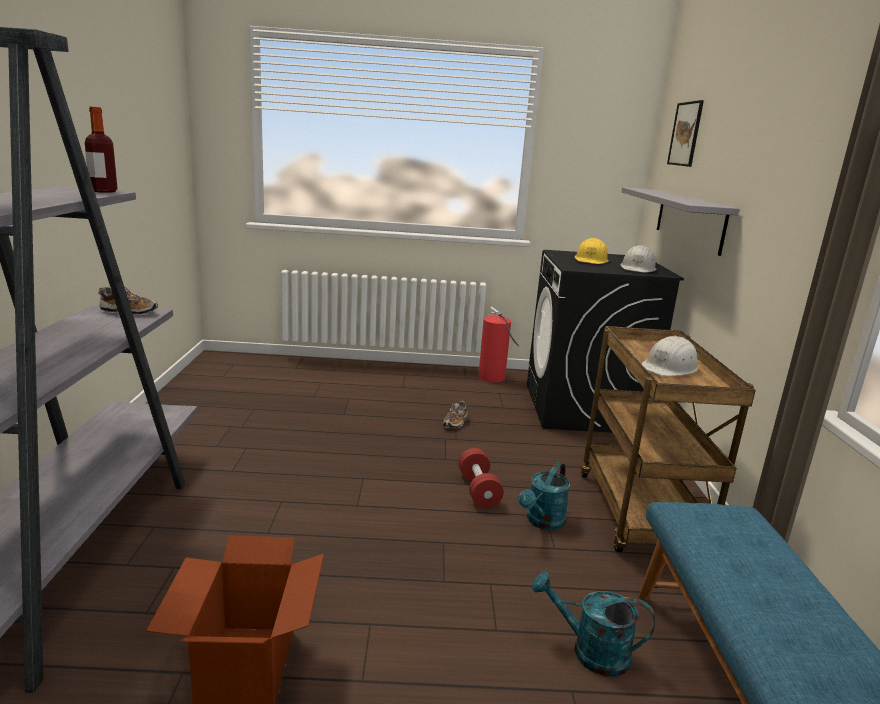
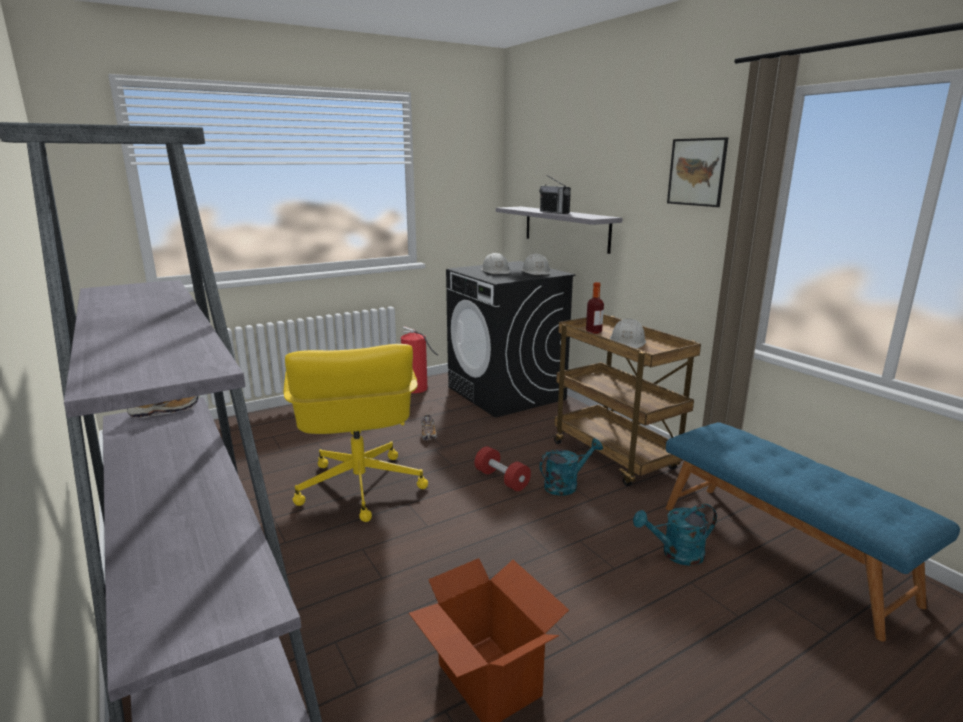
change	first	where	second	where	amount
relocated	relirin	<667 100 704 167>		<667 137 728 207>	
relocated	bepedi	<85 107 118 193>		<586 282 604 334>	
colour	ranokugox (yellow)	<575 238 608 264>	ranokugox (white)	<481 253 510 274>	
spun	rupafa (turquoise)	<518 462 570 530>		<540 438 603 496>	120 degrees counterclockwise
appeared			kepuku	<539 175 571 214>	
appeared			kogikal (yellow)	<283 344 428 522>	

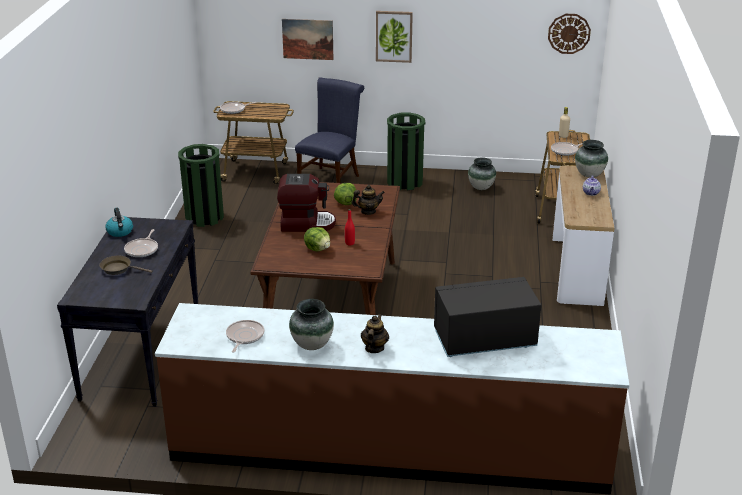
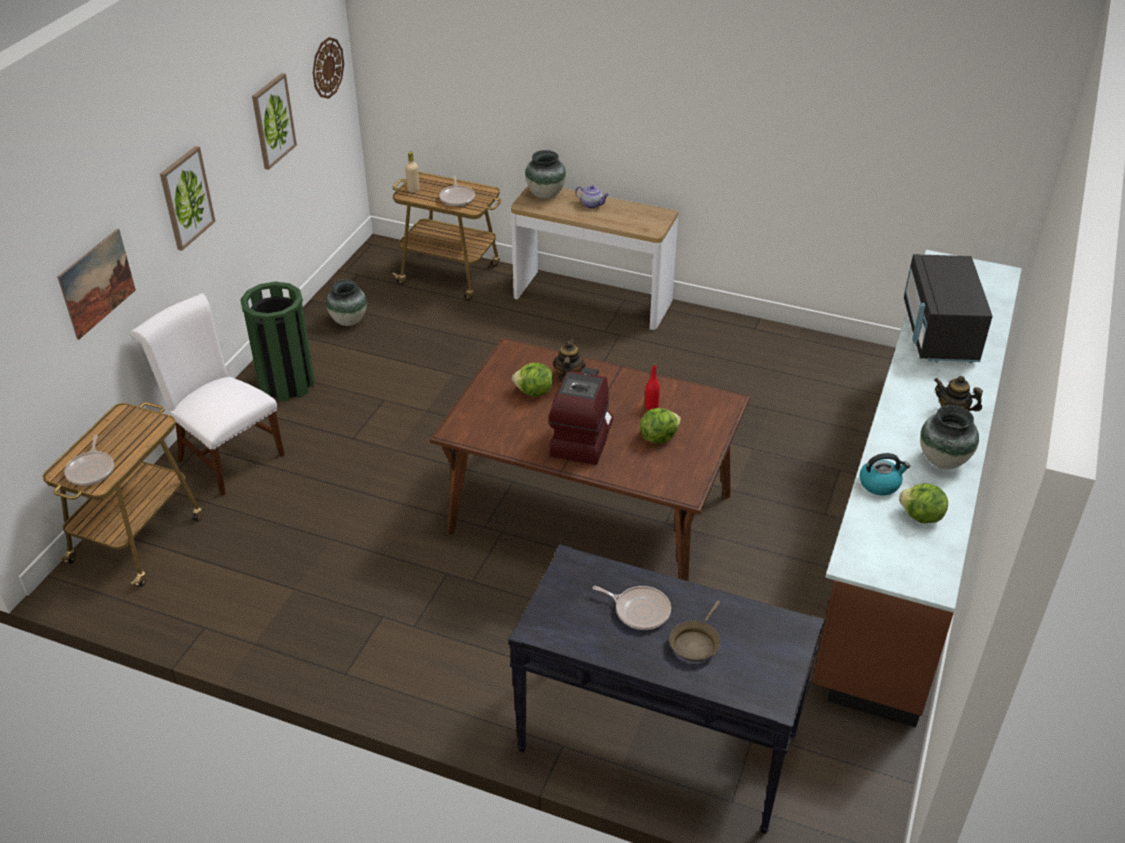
change	first	where	second	where	amount
colour	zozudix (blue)	<295 77 364 183>	zozudix (white)	<130 293 285 496>	
missing	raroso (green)	<178 144 224 227>			
relocated	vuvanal	<106 208 133 237>		<859 453 910 496>	
exchanged	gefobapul	<226 320 264 353>	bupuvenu	<899 483 948 523>	
appeared			relirin	<252 73 297 170>	

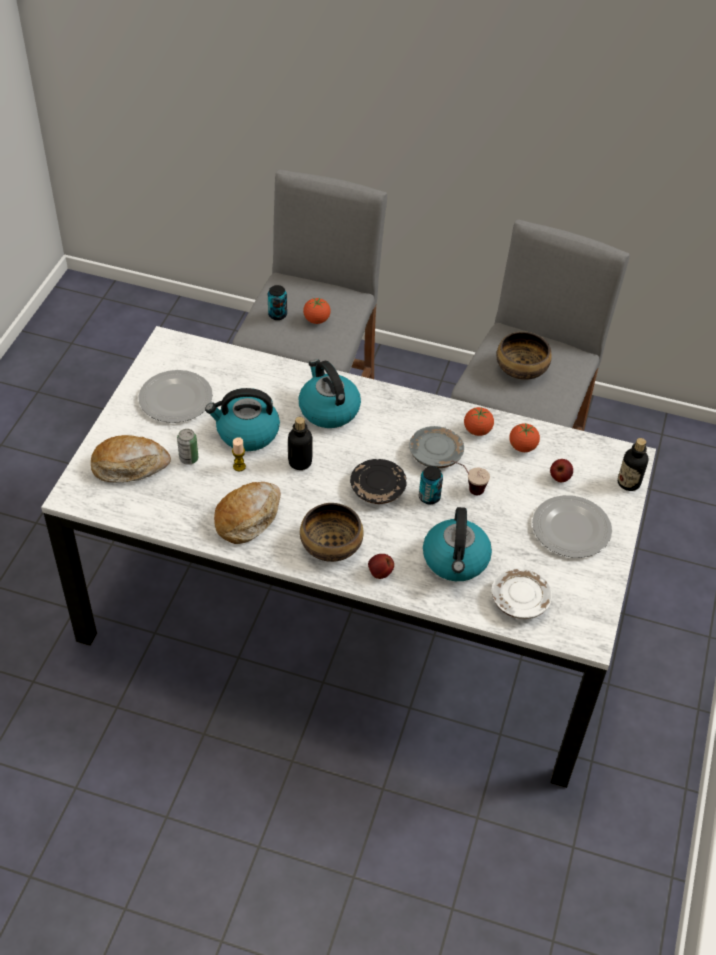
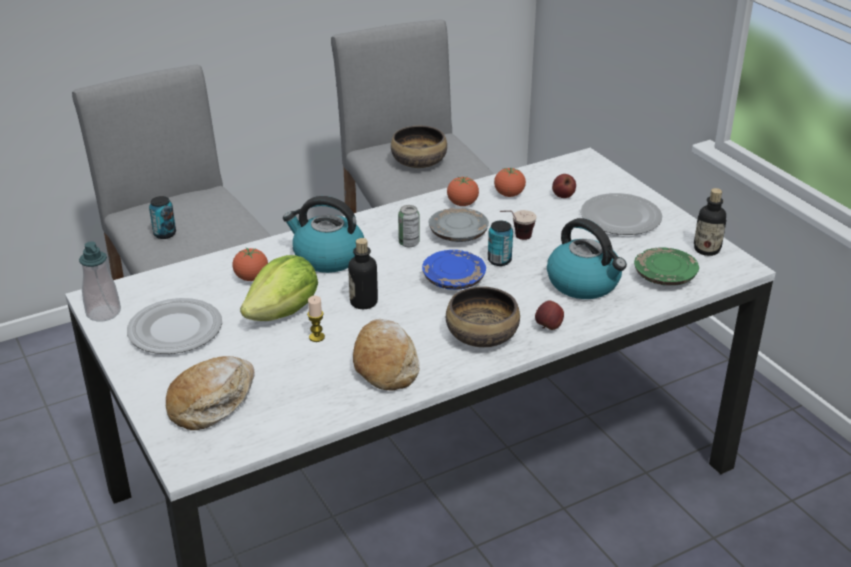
change	first	where	second	where	amount
relocated	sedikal	<303 298 331 324>		<232 248 268 281>	
exchanged	vuvanal	<205 388 280 451>	bupuvenu	<240 255 318 321>	
relocated	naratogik	<177 429 198 465>		<398 205 420 247>	
relocated	bepedi	<618 438 649 491>		<694 188 727 256>	
colour	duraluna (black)	<350 459 407 504>	duraluna (blue)	<422 250 486 290>	
colour	duraluna (white)	<491 569 552 619>	duraluna (green)	<634 247 699 286>	
appeared			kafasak	<79 241 121 321>	

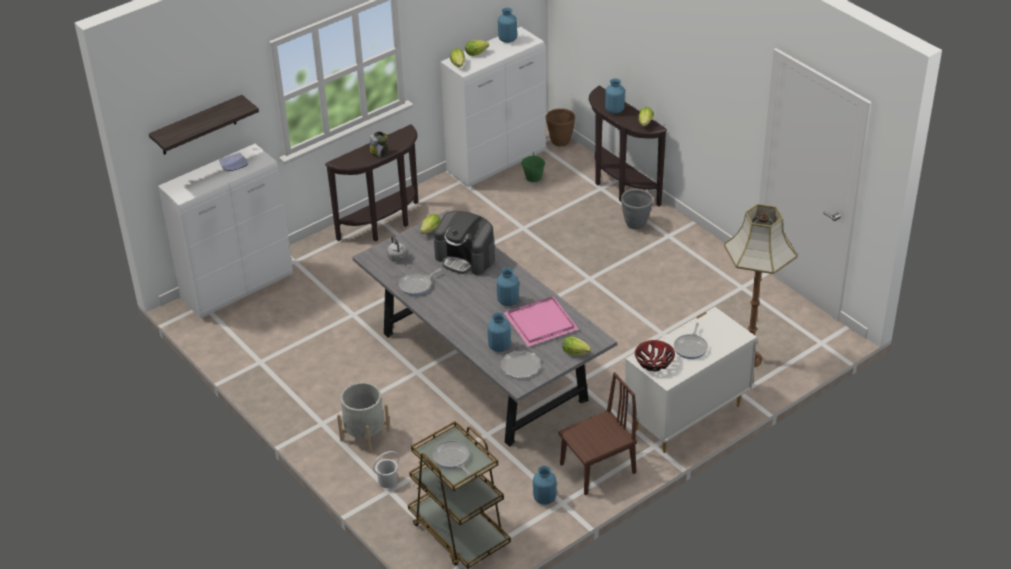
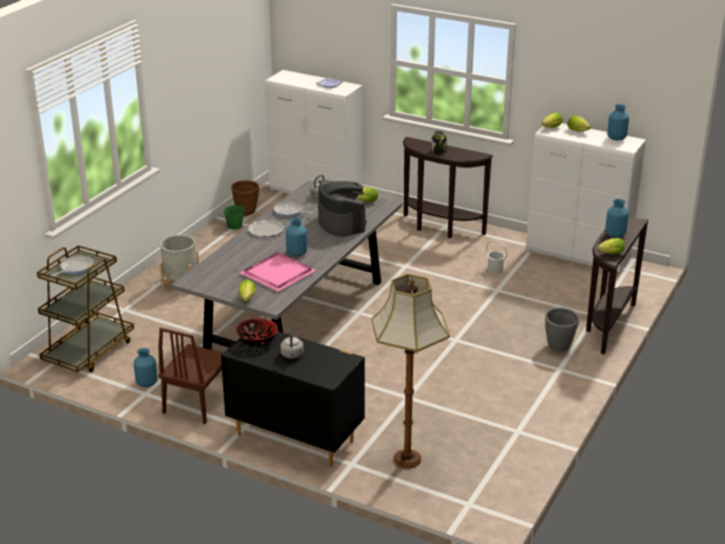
change	first	where	second	where	amount
missing	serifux	<149 95 259 155>			
relocated	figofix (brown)	<546 108 575 146>		<231 180 259 216>	
relocated	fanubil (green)	<521 152 545 182>		<224 199 244 230>	
spun	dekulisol	<434 211 495 275>		<318 180 367 237>	150 degrees clockwise
colour	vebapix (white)	<624 307 757 453>	vebapix (black)	<221 325 365 467>	
missing	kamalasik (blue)	<487 312 511 352>			
exchanged	gefobapul	<674 323 708 359>	vuvanal (grey)	<281 328 304 359>	
relocated	duraluna	<501 350 541 378>		<248 220 284 237>	
spun	zozudix (brown)	<558 372 637 495>		<158 327 223 424>	75 degrees clockwise
relocated	fanubil (white)	<373 451 399 488>		<486 240 507 274>	

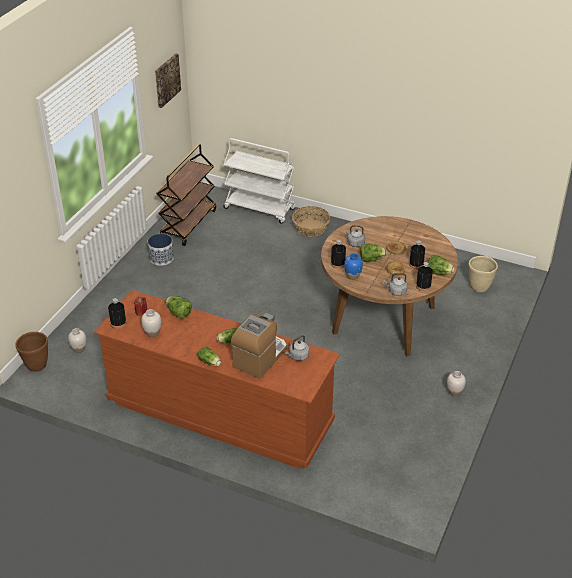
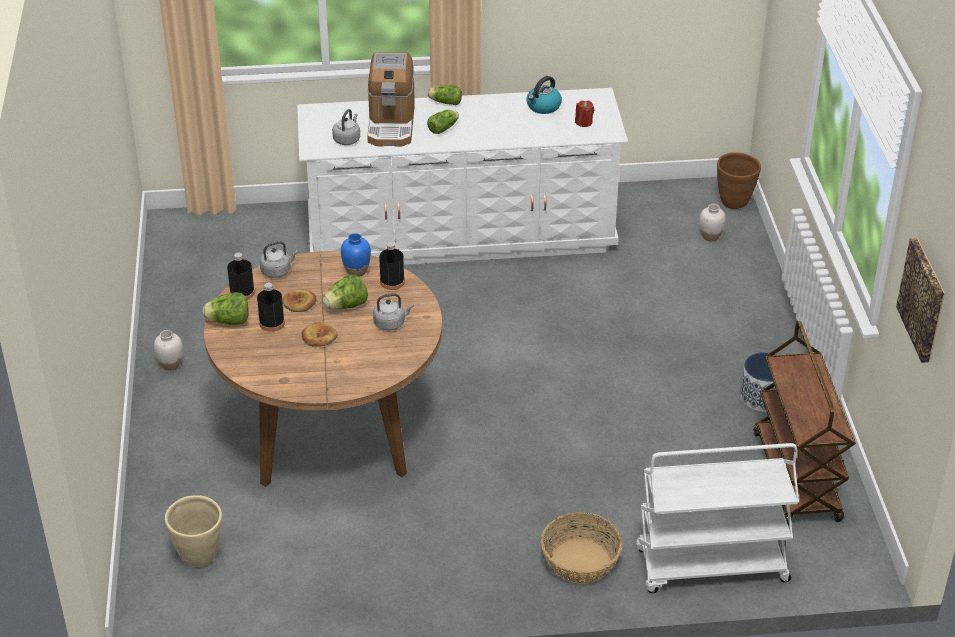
change	first	where	second	where	amount
colour	vebapix (brown)	<94 290 340 469>	vebapix (white)	<297 88 628 265>	
missing	bupuvenu	<166 296 192 319>			
missing	bepedi (black)	<108 298 127 329>			
exchanged	kamalasik (white)	<141 309 161 337>	vuvanal	<527 76 562 114>	

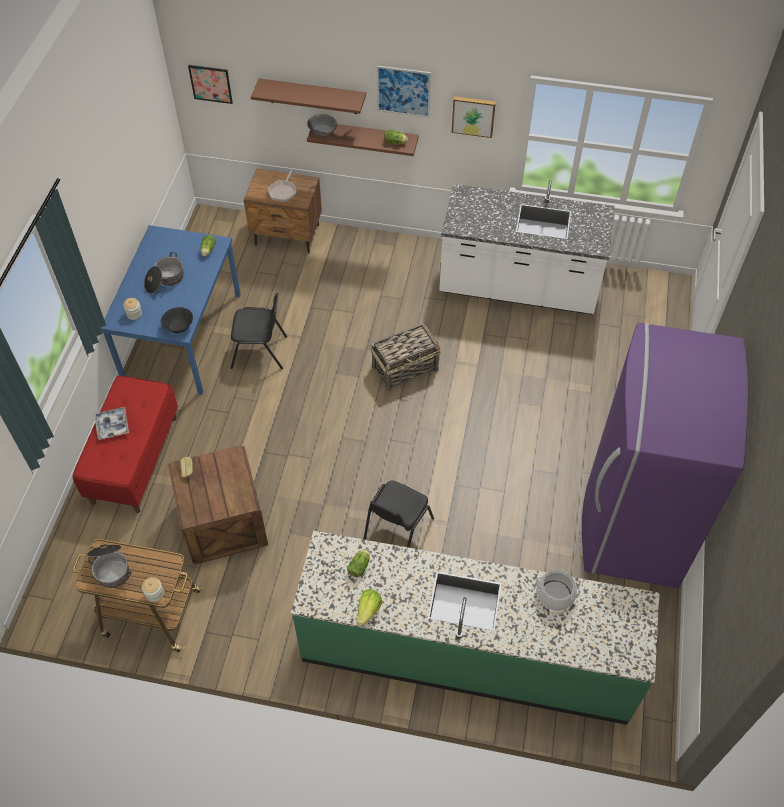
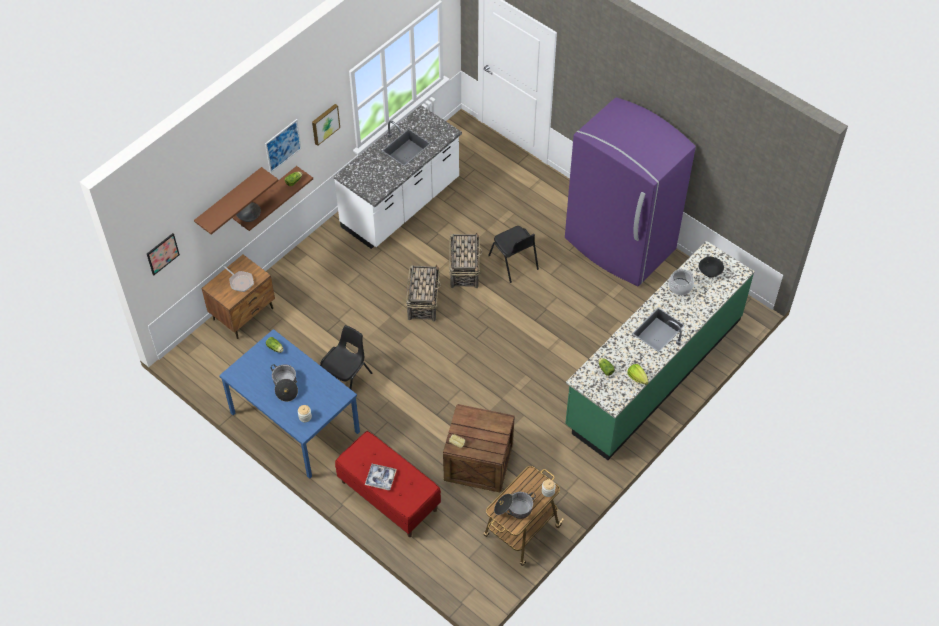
change	first	where	second	where	amount
relocated	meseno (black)	<161 307 193 333>		<699 257 724 277>	
relocated	zozudix (black)	<363 480 434 548>		<488 226 539 283>	
appeared			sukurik	<449 232 482 288>	

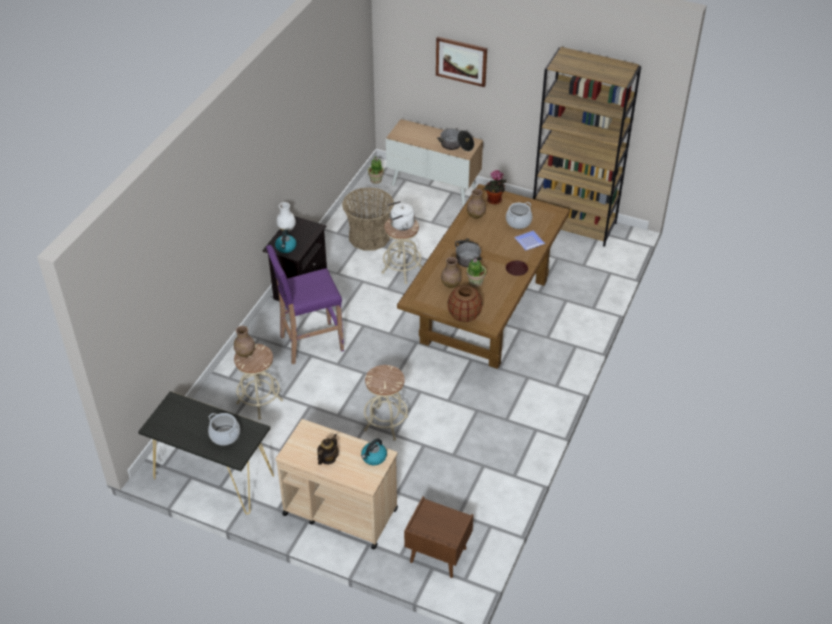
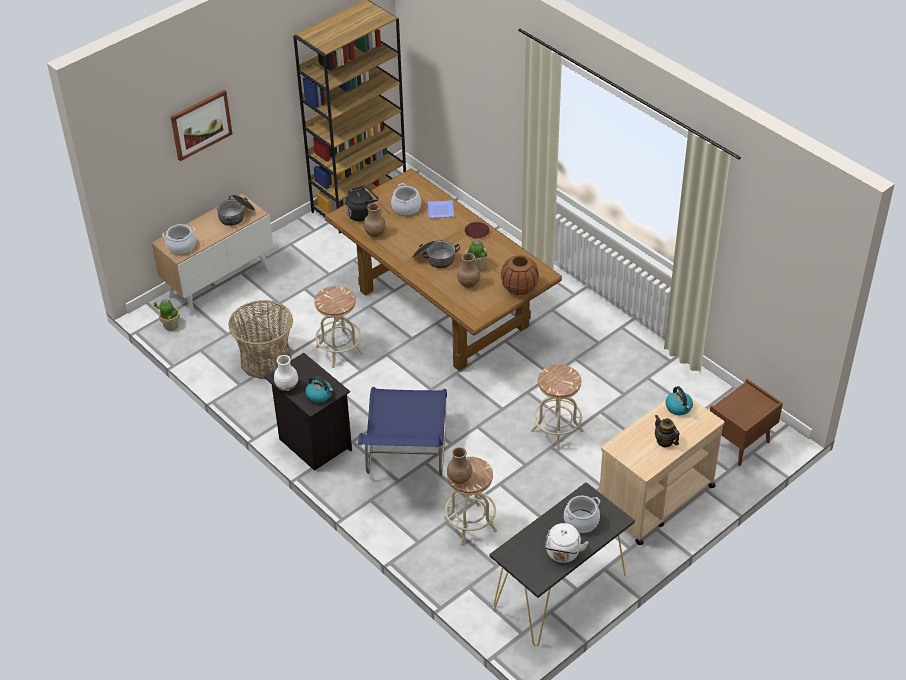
change	first	where	second	where	amount
exchanged	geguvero	<484 170 506 204>	vuvanal (black)	<346 186 379 221>	
relocated	vuvanal (white)	<387 201 415 231>		<545 523 588 563>	
exchanged	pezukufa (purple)	<266 245 344 364>	zozudix (blue)	<358 387 447 476>	
appeared			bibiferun	<162 224 196 254>	

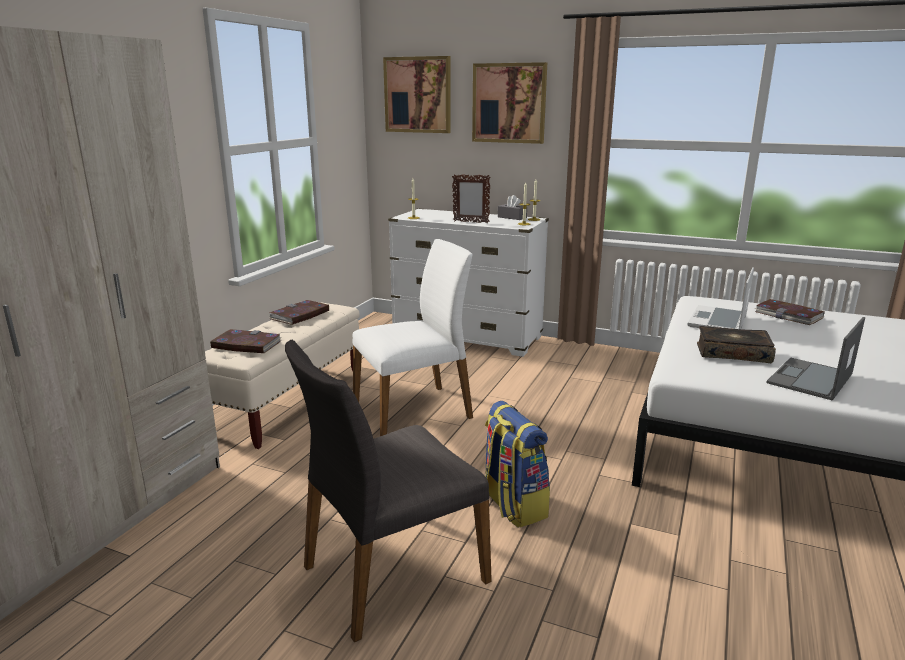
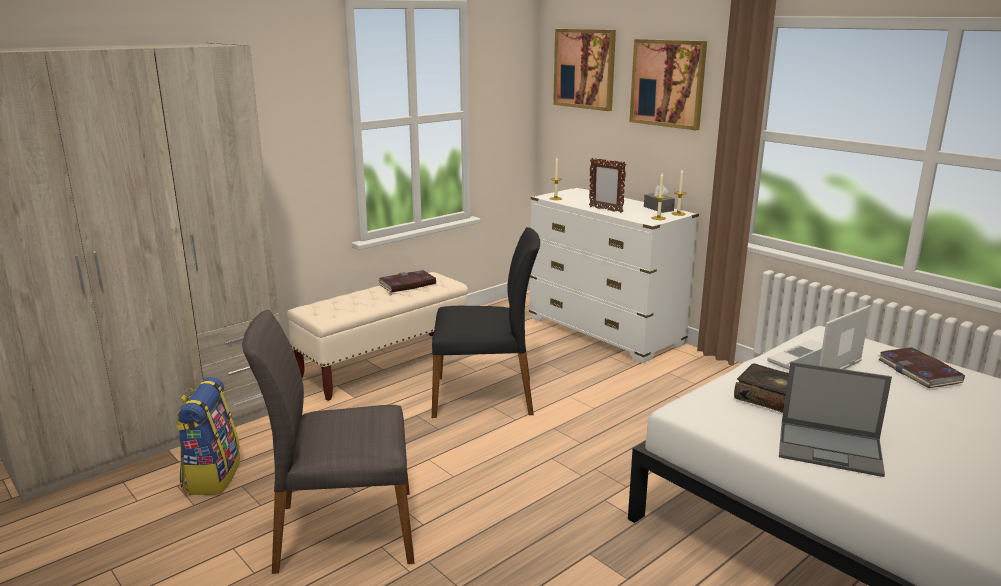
change	first	where	second	where	amount
colour	zozudix (white)	<352 239 473 436>	zozudix (black)	<432 227 540 418>	
spun	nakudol	<766 317 865 401>		<779 362 892 477>	135 degrees counterclockwise
missing	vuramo	<210 329 282 353>			
relocated	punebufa	<485 401 550 528>		<175 377 240 495>	

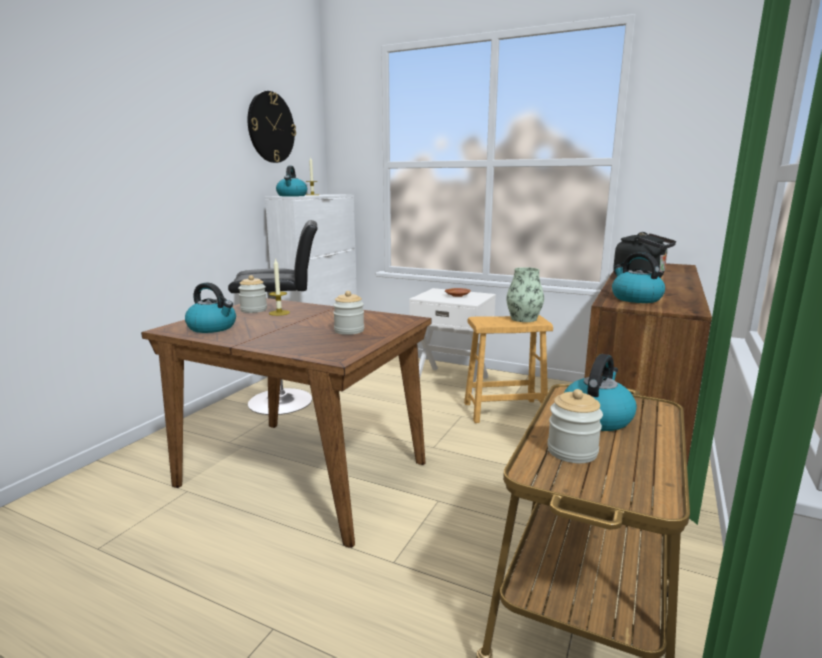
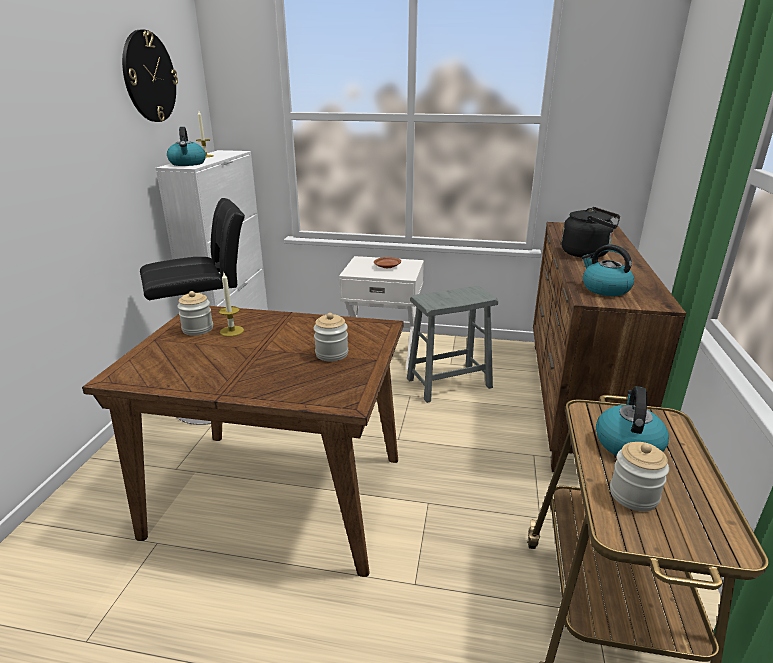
change	first	where	second	where	amount
missing	kamalasik	<506 267 544 322>			
missing	vuvanal	<185 283 236 333>			
colour	pezukufa (brown)	<464 315 553 423>	pezukufa (grey)	<407 286 498 403>	

